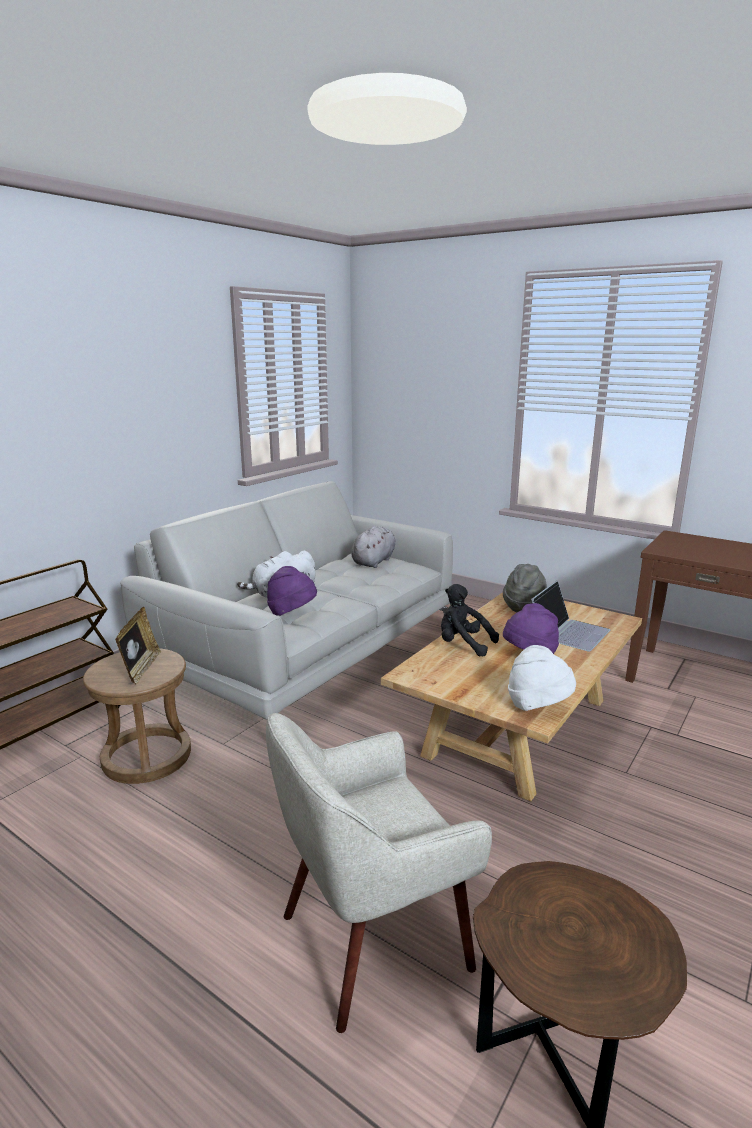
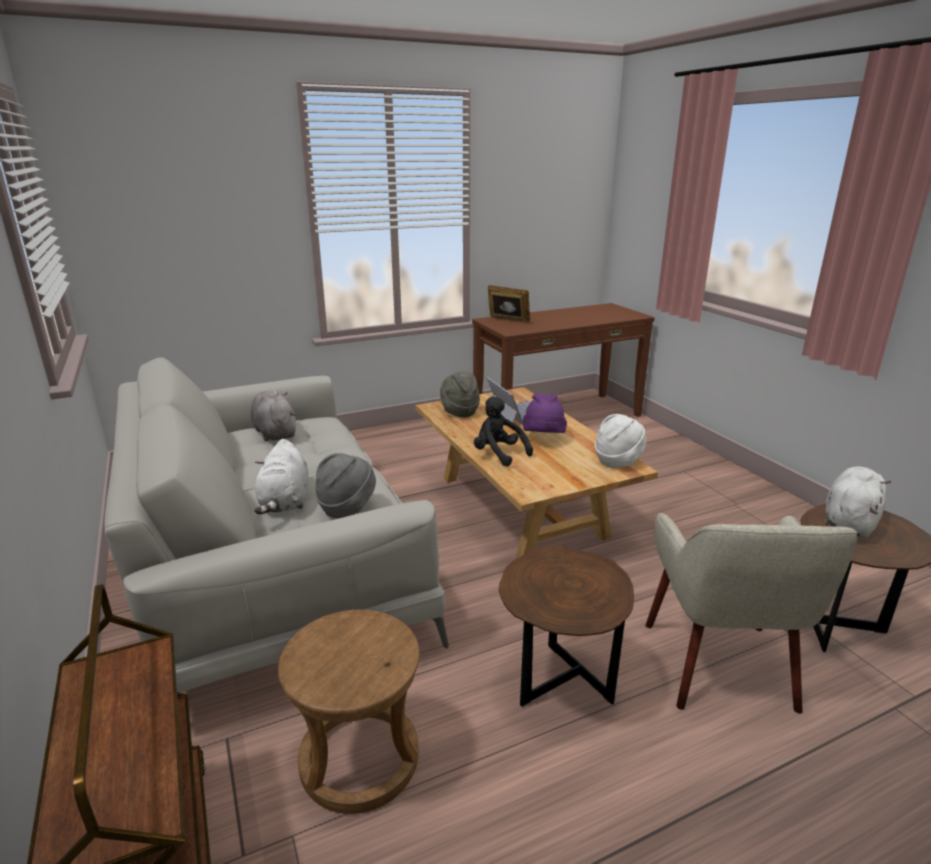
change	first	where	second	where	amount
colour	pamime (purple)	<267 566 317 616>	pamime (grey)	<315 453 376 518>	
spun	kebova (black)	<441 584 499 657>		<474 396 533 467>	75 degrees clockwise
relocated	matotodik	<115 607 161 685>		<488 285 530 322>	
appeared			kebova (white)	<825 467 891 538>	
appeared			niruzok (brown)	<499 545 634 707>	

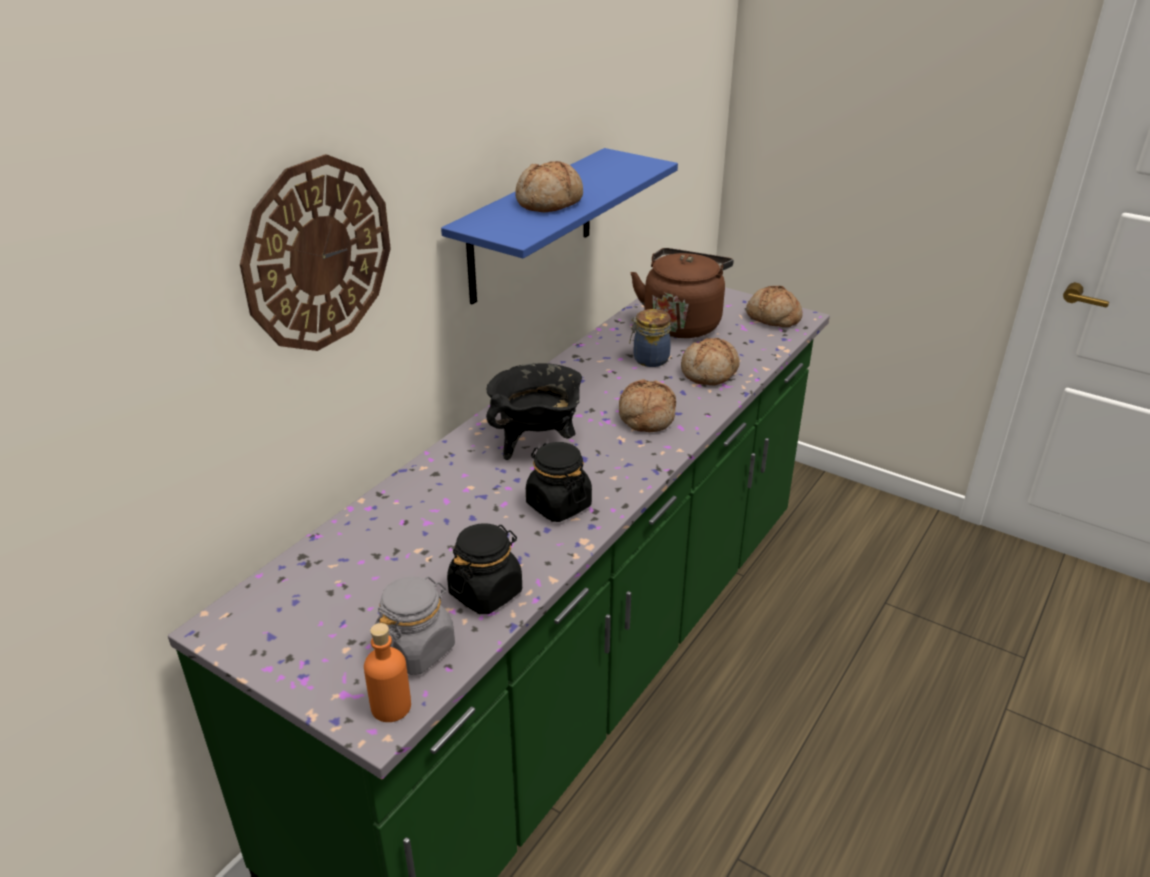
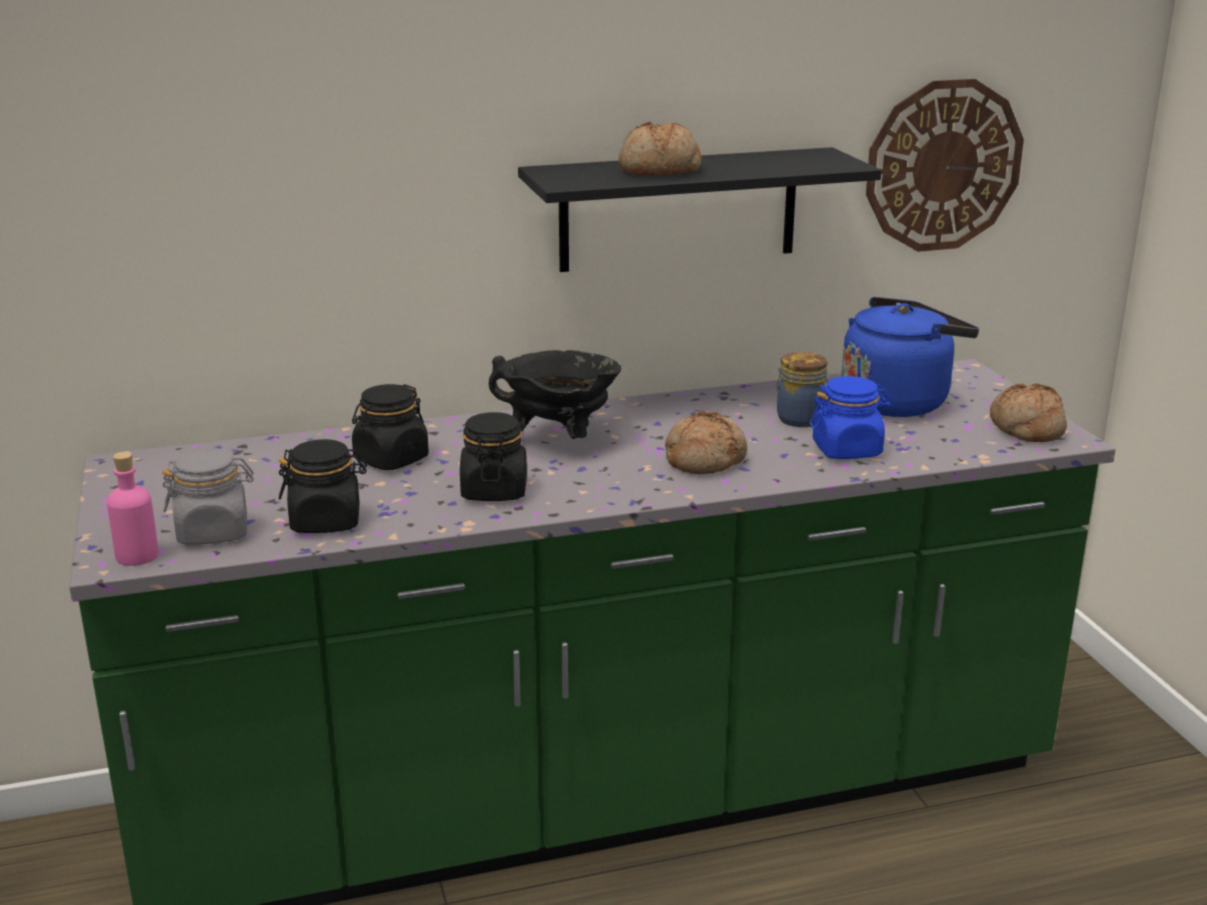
change	first	where	second	where	amount
colour	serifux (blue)	<441 148 678 305>	serifux (black)	<518 147 882 272>	
relocated	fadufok	<240 154 391 351>		<866 79 1024 252>	
colour	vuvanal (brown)	<631 248 734 338>	vuvanal (blue)	<841 297 979 417>	
exchanged	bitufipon	<681 338 740 386>	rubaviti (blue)	<810 376 892 459>	
colour	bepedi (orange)	<364 623 411 722>	bepedi (pink)	<107 452 159 566>	
appeared			rubaviti (black)	<352 384 429 470>	

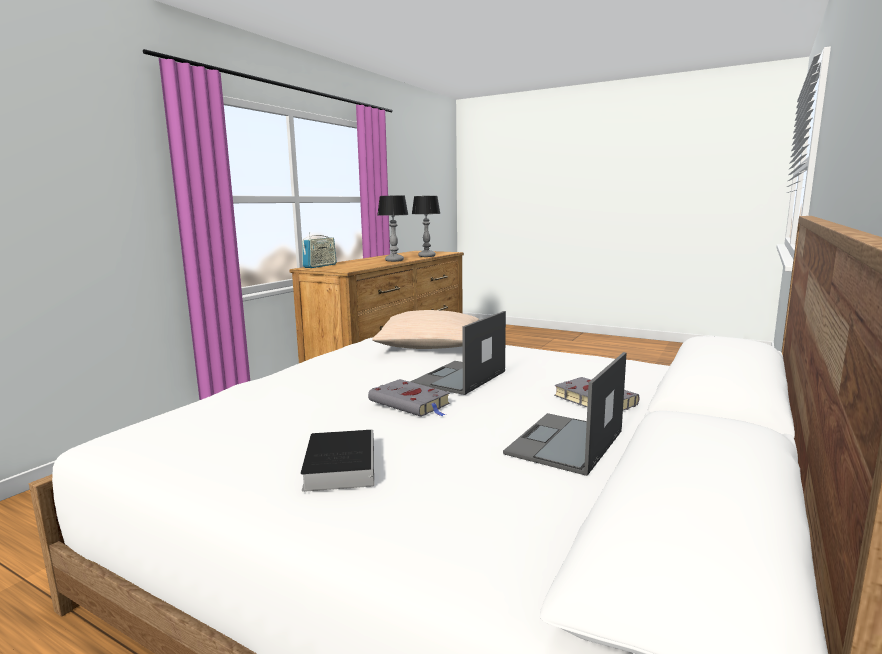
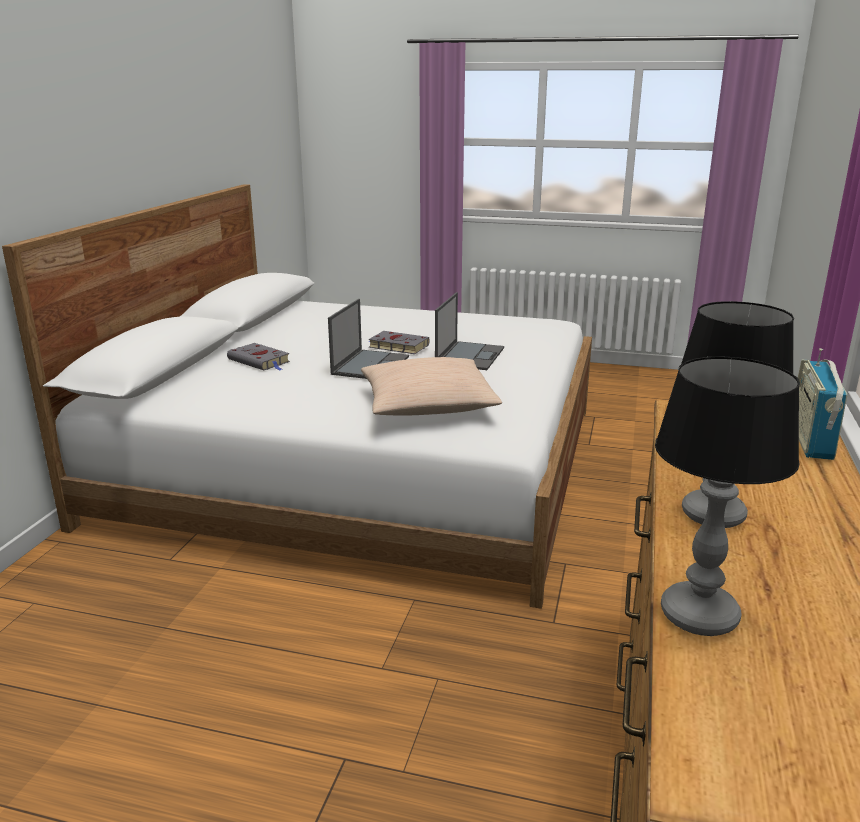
change	first	where	second	where	amount
relocated	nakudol	<503 352 627 476>		<435 292 504 370>	
missing	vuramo	<300 430 374 492>			

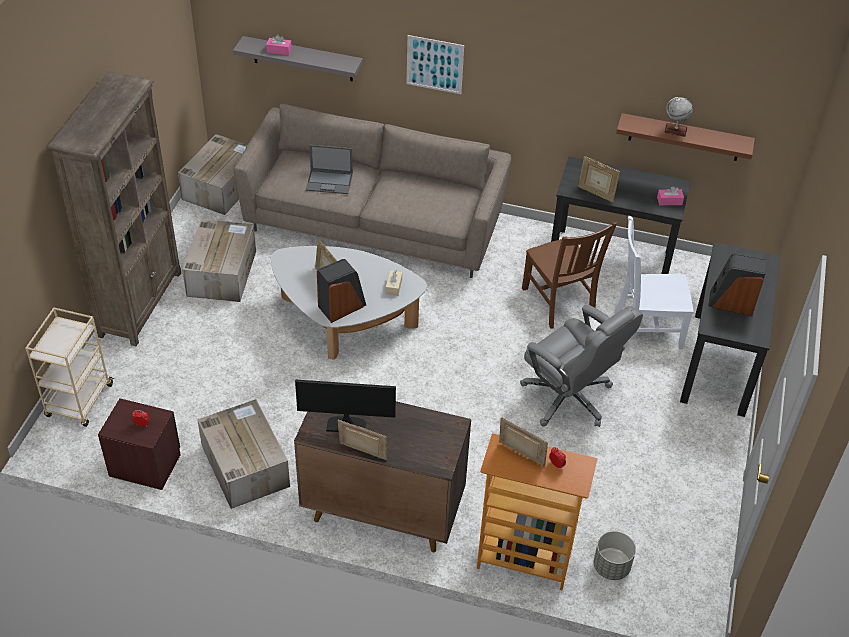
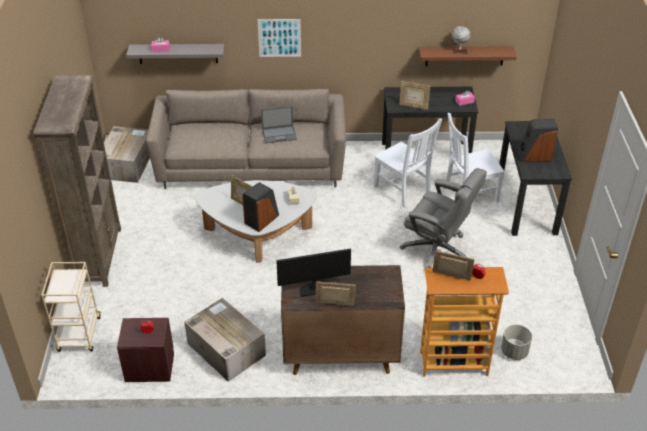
change	first	where	second	where	amount
relocated	nakudol	<306 145 353 194>		<261 106 297 143>	
missing	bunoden	<182 219 256 302>			
colour	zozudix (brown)	<522 222 617 329>	zozudix (white)	<374 118 442 208>	

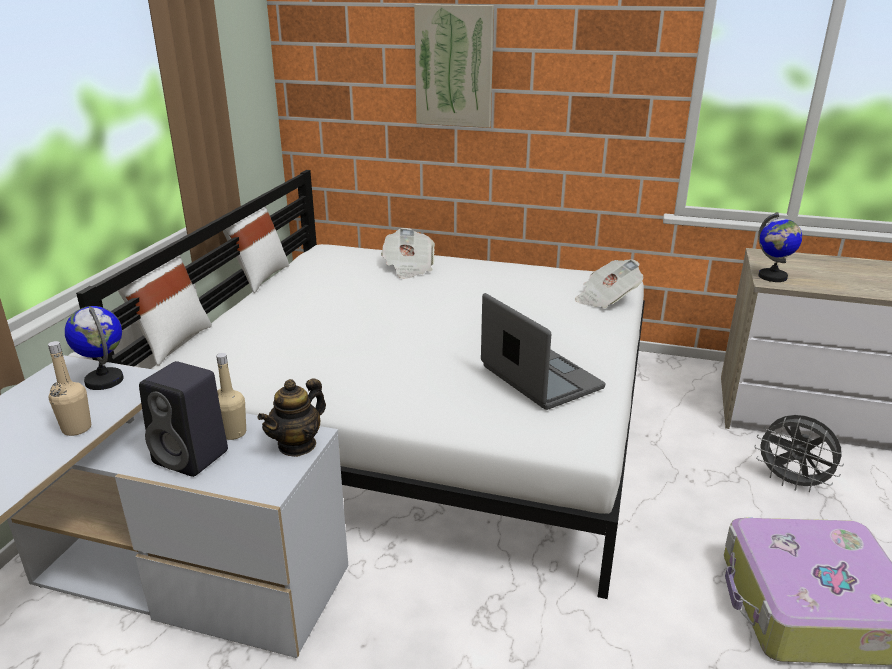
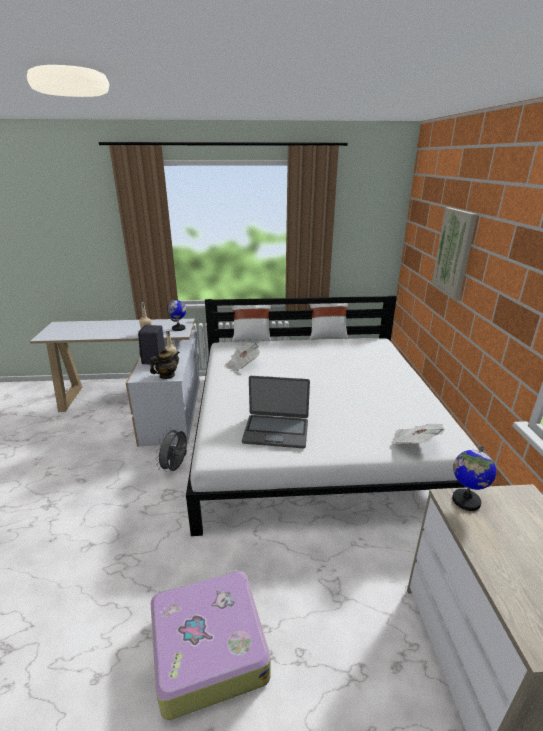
change	first	where	second	where	amount
relocated	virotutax	<381 228 435 279>		<224 343 260 371>	
spun	nakudol	<481 293 605 410>		<242 376 310 448>	60 degrees clockwise
spun	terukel	<257 378 326 457>		<150 348 180 379>	120 degrees clockwise
relocated	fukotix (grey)	<754 415 844 492>		<155 427 187 472>	

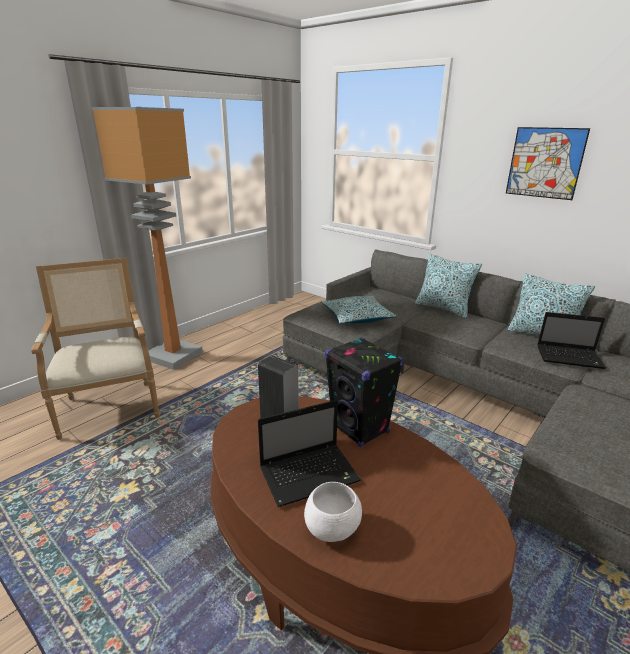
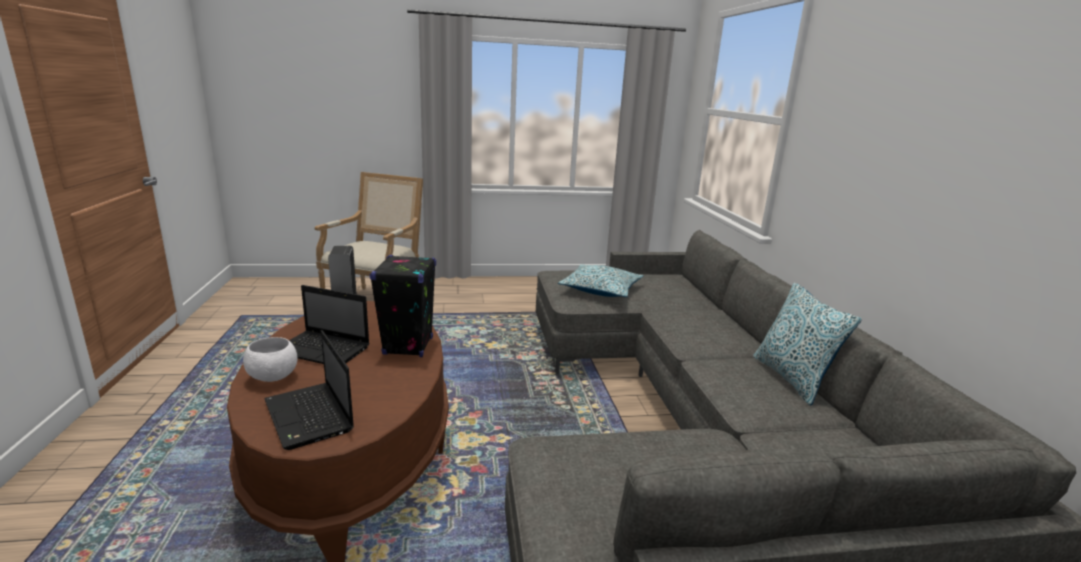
change	first	where	second	where	amount
missing	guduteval	<92 107 203 370>			
missing	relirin	<506 127 590 200>			
missing	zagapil	<415 254 482 318>			
relocated	nakudol	<537 312 606 369>		<264 330 354 450>	

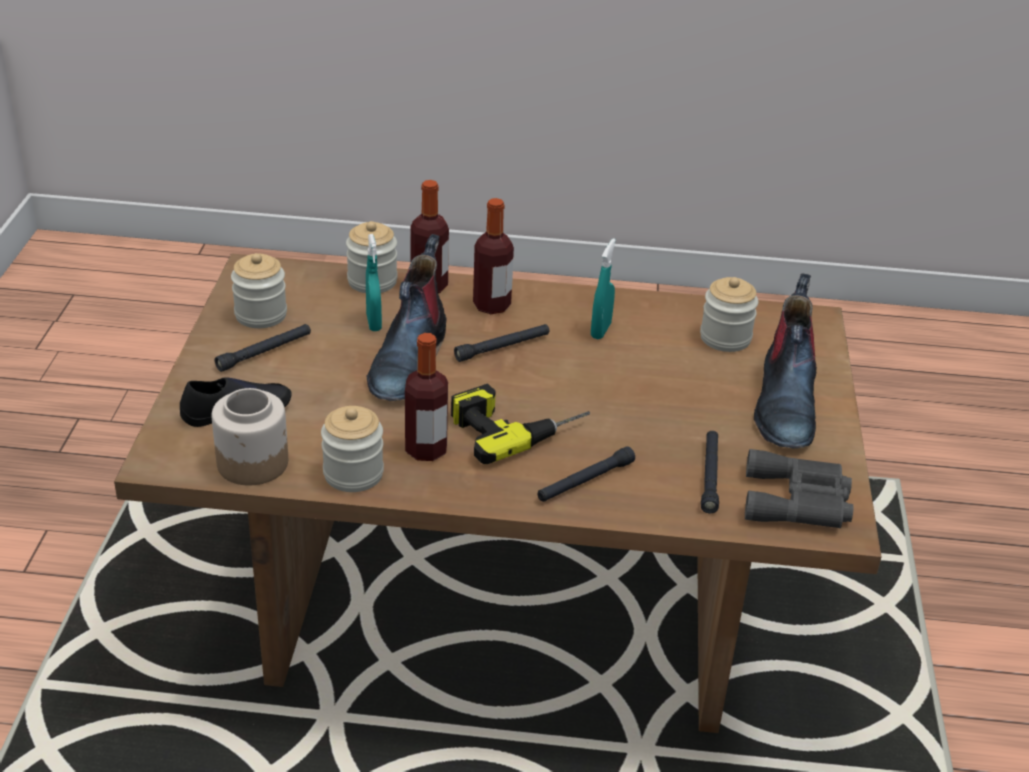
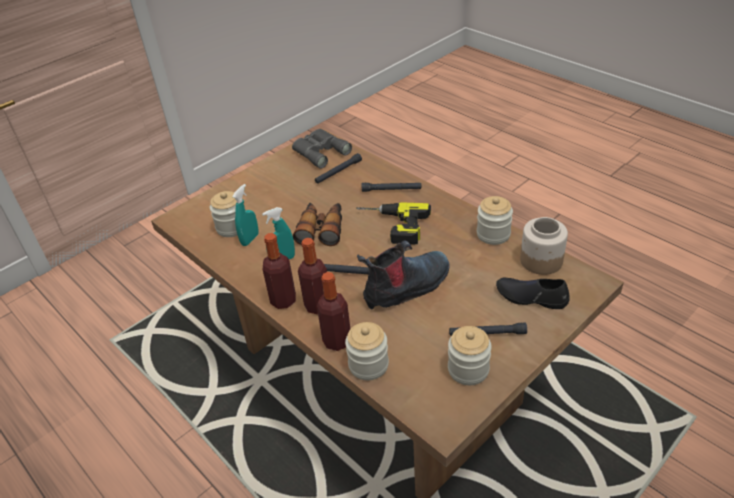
change	first	where	second	where	amount
relocated	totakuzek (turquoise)	<366 234 382 331>		<232 184 258 246>	
missing	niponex	<754 273 817 449>			
relocated	bepedi	<405 333 448 461>		<263 233 296 309>	
appeared			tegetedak	<293 203 342 246>	

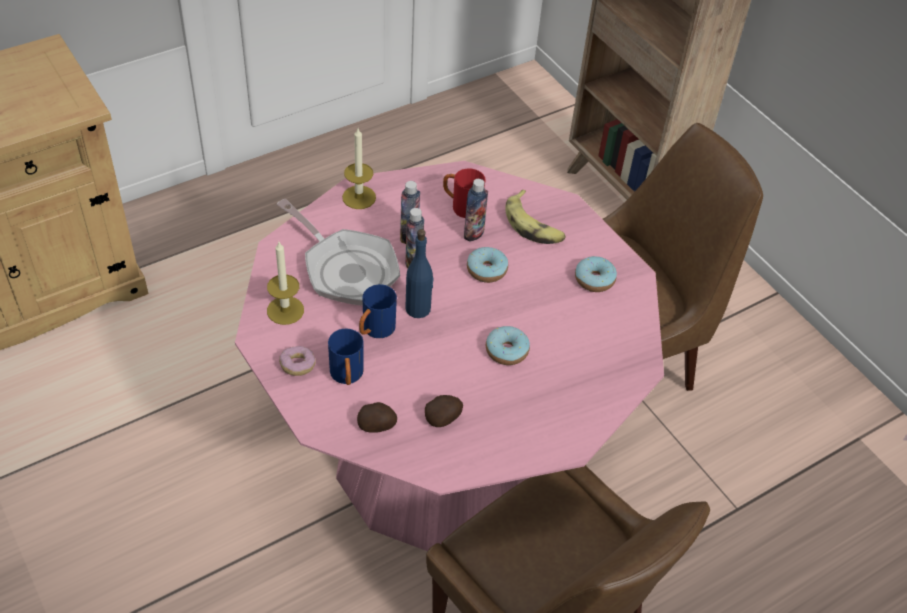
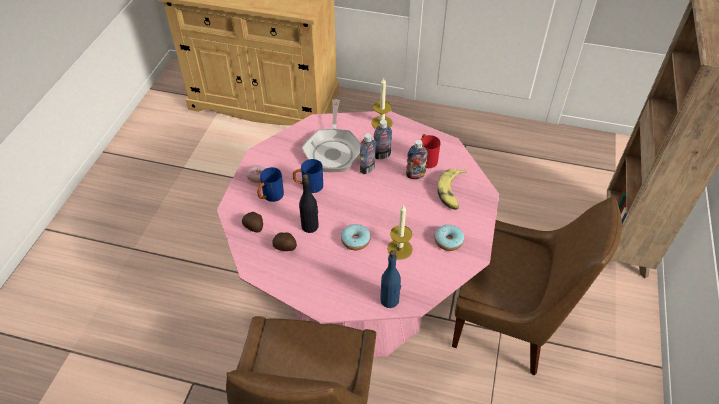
change	first	where	second	where	amount
relocated	bepedi (blue)	<405 229 434 318>		<380 250 401 308>	
relocated	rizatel	<267 242 304 325>		<387 204 413 260>	
missing	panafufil	<467 247 508 283>			
appeared			bepedi (black)	<299 174 319 233>	

